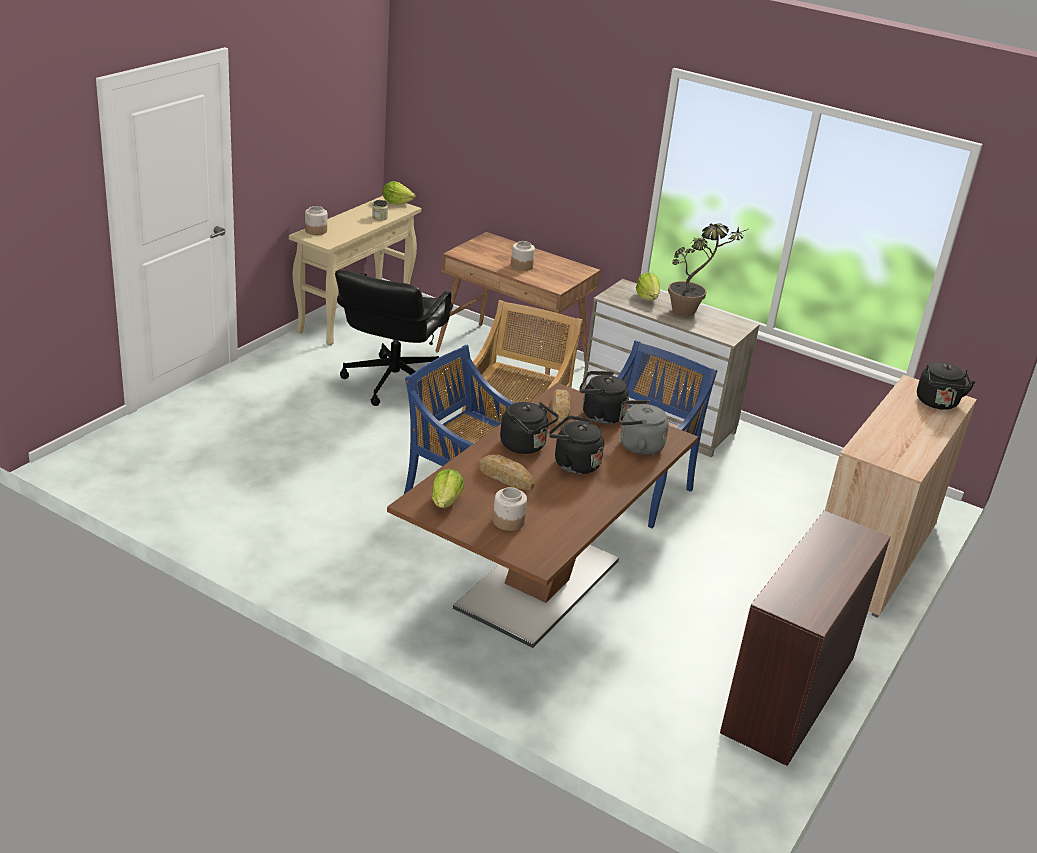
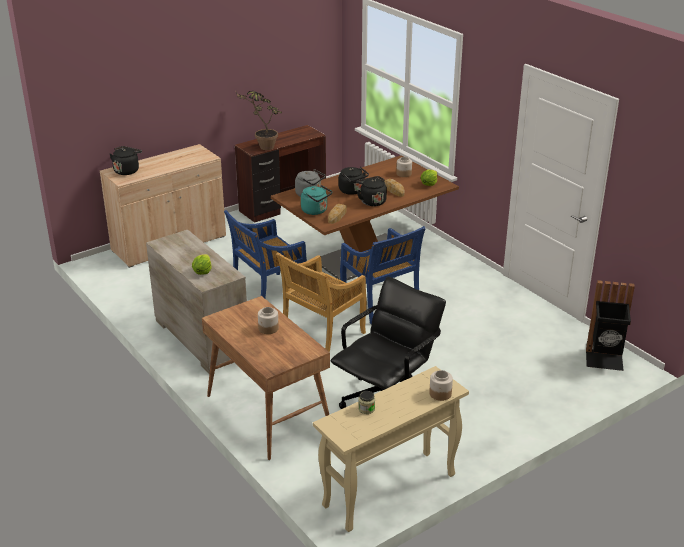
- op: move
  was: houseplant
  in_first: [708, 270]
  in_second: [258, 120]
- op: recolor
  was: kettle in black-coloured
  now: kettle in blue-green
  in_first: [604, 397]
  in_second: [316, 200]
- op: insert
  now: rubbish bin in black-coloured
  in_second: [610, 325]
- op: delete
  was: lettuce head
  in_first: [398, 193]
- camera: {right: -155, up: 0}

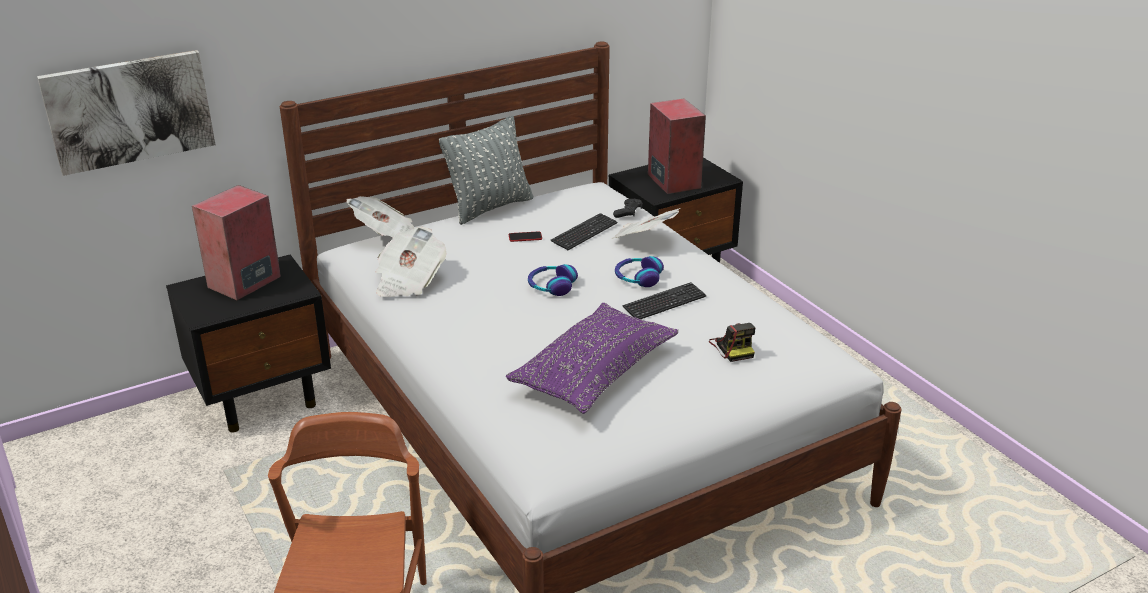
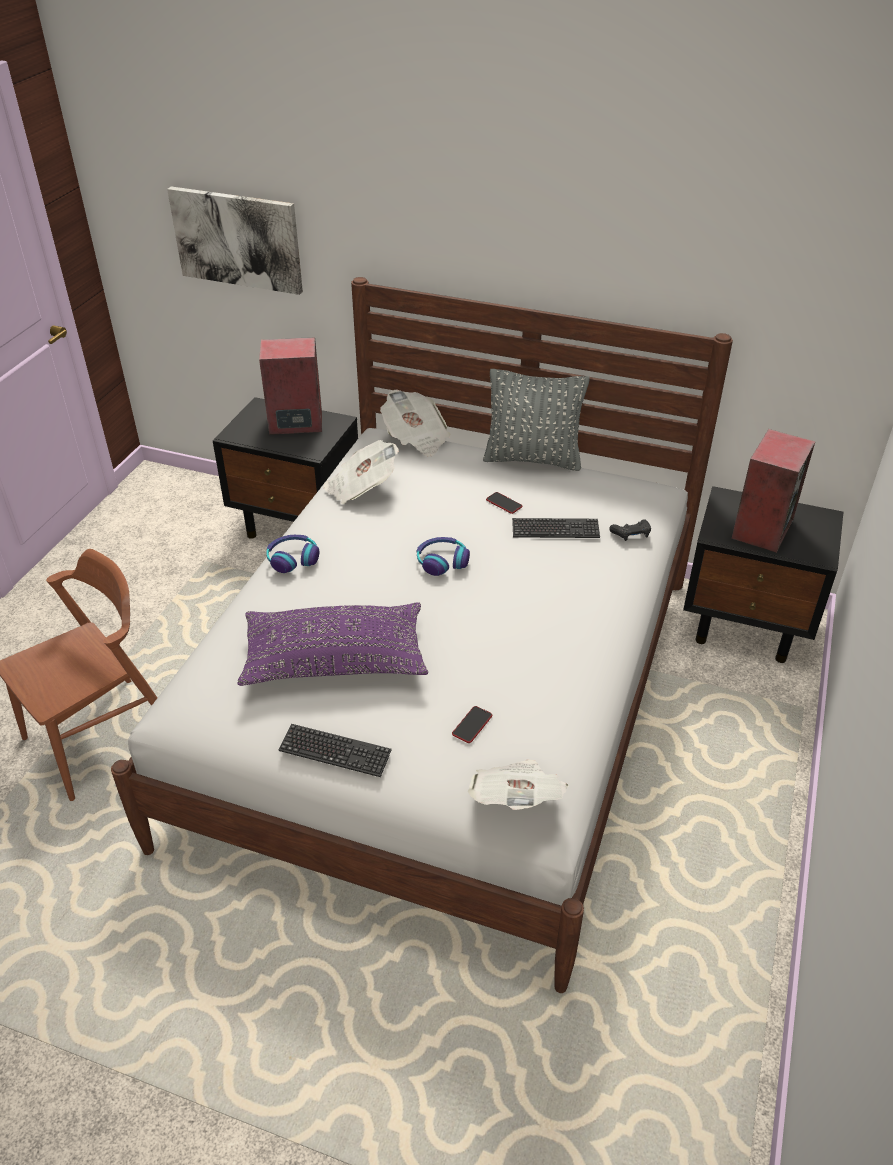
- op: move
  was: pair of headphones
  in_first: [639, 271]
  in_second: [292, 554]
- op: move
  was: PC keyboard
  in_first: [664, 300]
  in_second: [335, 750]
- op: replace
  was: still camera
  now: telephone
  in_first: [732, 342]
  in_second: [472, 724]
- op: move
  was: printed paper
  in_first: [645, 223]
  in_second: [518, 784]
- camera: {right: 50, up: 10}

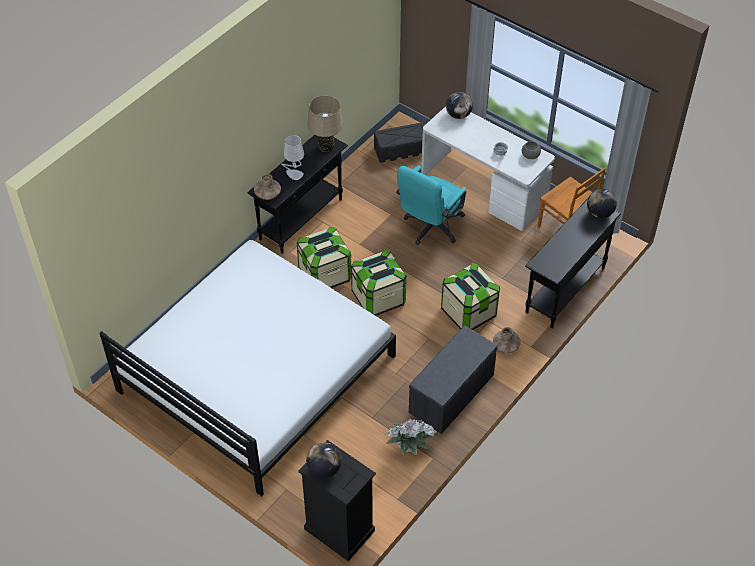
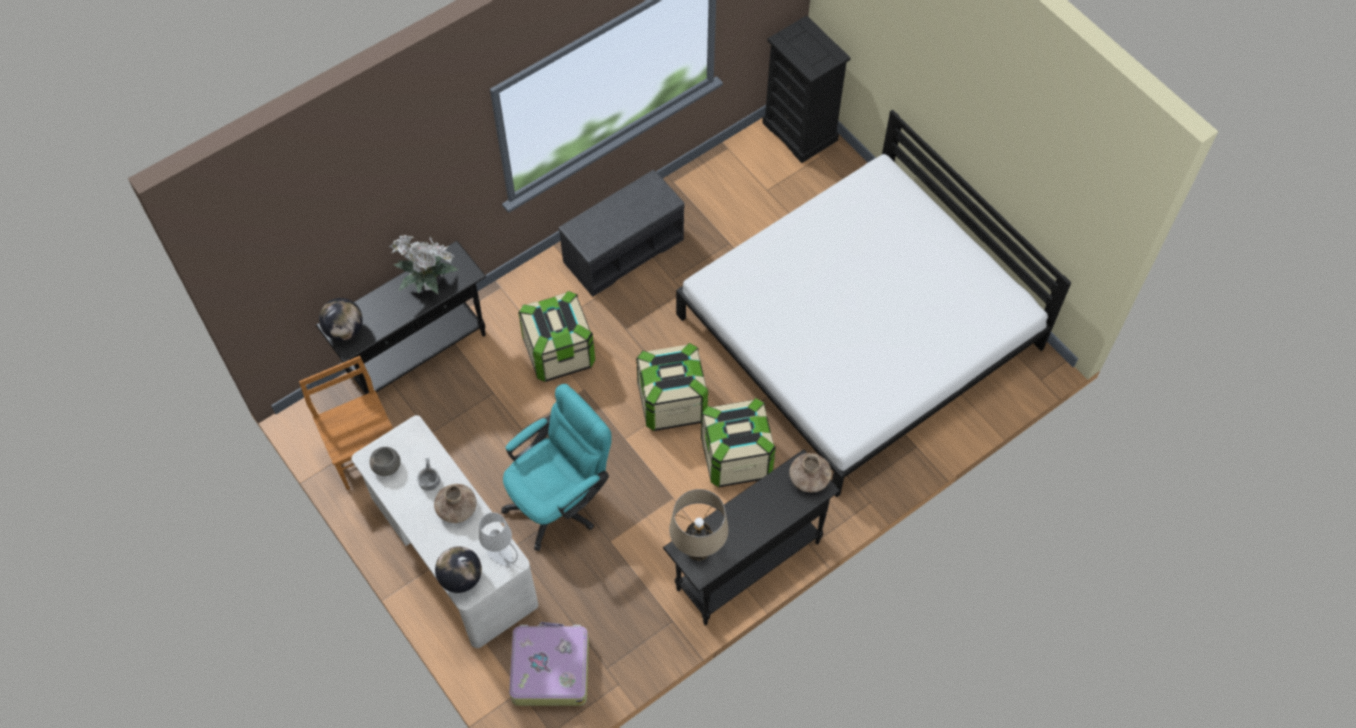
- op: move
  was: houseplant
  in_first: [411, 438]
  in_second: [424, 264]
- op: move
  was: flower vase in brownish
  in_first: [507, 340]
  in_second: [455, 503]
- op: move
  was: table lamp in greyish
  in_first: [292, 157]
  in_second: [498, 539]
- op: replace
  was: storage box in black-coloured
  now: travel case
  in_first: [399, 143]
  in_second: [549, 664]
- op: delete
  was: desk globe
  in_first: [324, 460]
- camera: {right: -165, up: 10}

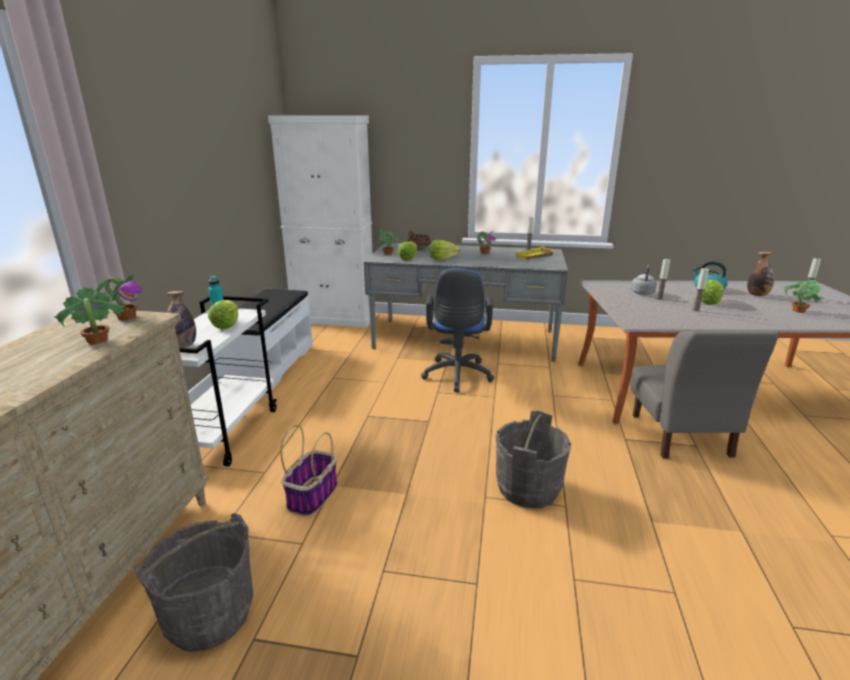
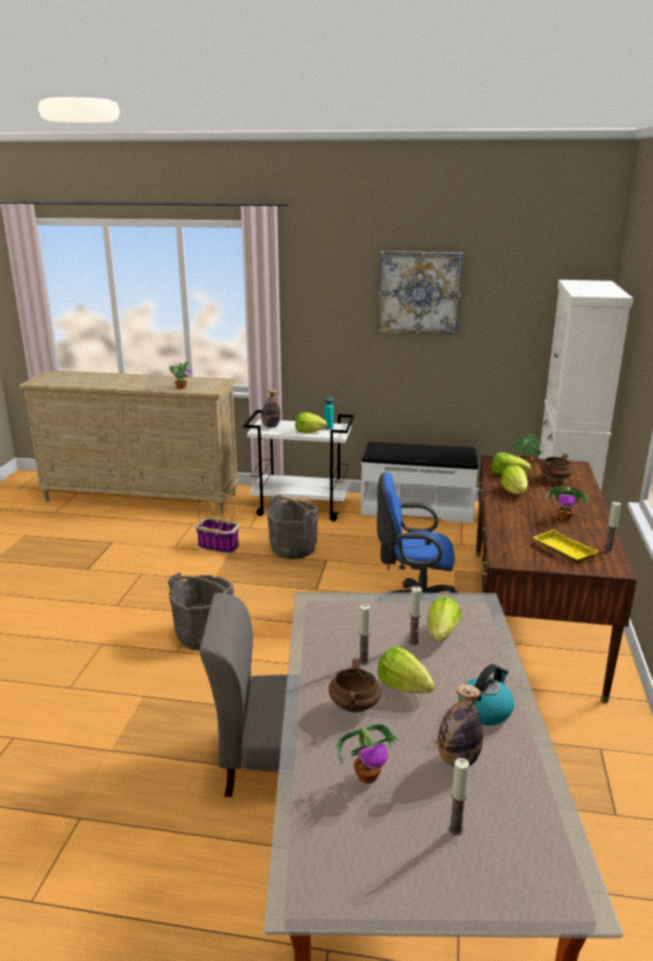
- op: move
  was: bucket in greyish
  in_first: [193, 582]
  in_second: [293, 527]
- op: insert
  now: saucepot in brownish
  in_second: [355, 685]
- op: insert
  now: wall art
  in_second: [420, 293]
- op: replace
  was: kettle in greyish
  now: lettuce head
  in_first: [644, 280]
  in_second: [444, 619]
- op: recolor
  was: desk in greyish
  now: desk in brownish
  in_first: [466, 302]
  in_second: [556, 579]
- op: delete
  was: houseplant
  in_first: [118, 296]
- camera: {right: 90, up: 0}

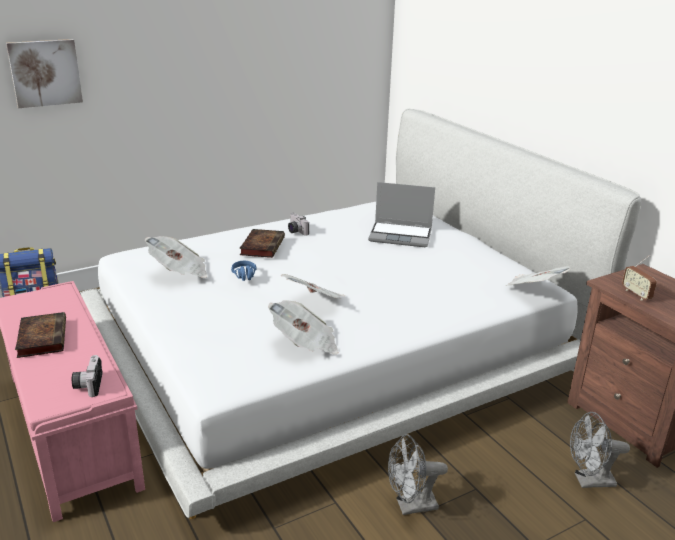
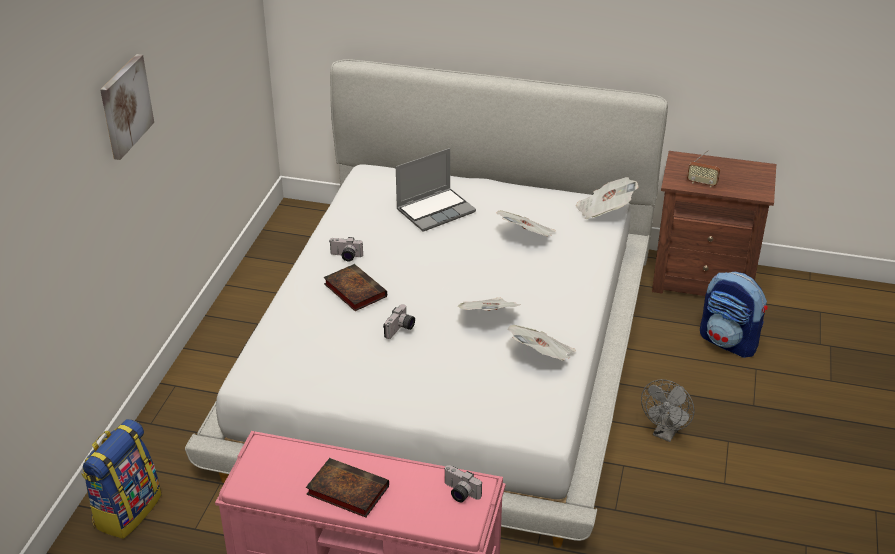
- op: move
  was: wall art
  in_first: [44, 73]
  in_second: [127, 107]
- op: replace
  was: pair of headphones in blue
  now: still camera
  in_first: [244, 271]
  in_second: [399, 321]
- op: move
  was: printed paper
  in_first: [176, 257]
  in_second: [526, 223]
- op: replace
  was: fan in greyish
  now: backpack
  in_first: [600, 450]
  in_second: [734, 315]
- camera: {right: -45, up: 10}

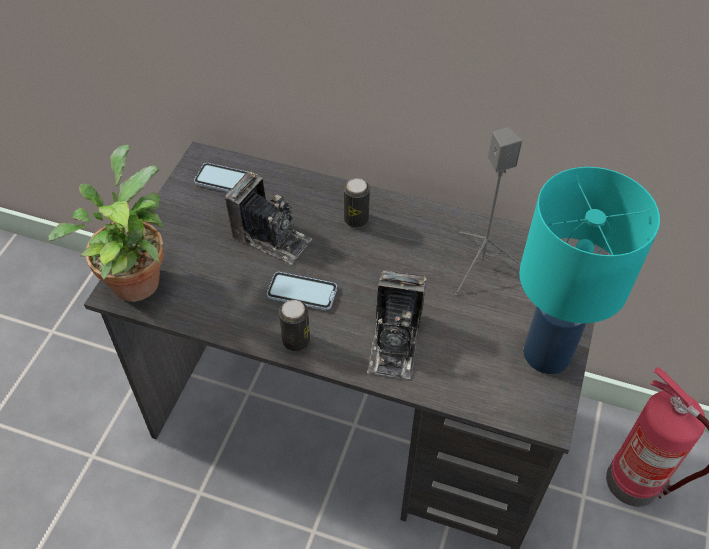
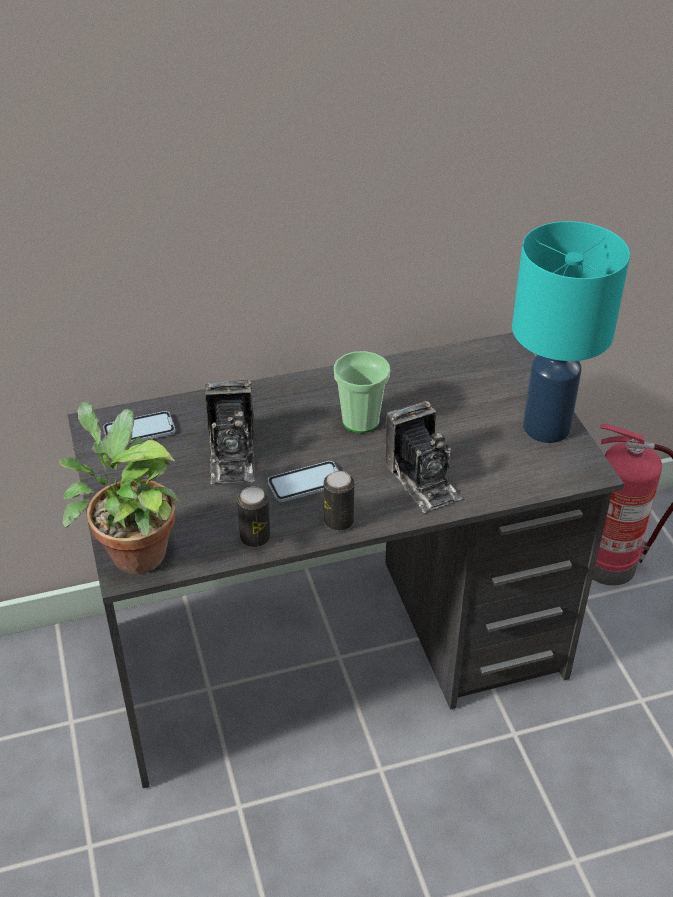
- op: rotate
  was: still camera
  in_first: [268, 218]
  in_second: [230, 432]
  clockwise: 90
- op: move
  was: sealed can
  in_first: [357, 203]
  in_second: [253, 517]
- op: insert
  now: cup
  in_second: [362, 392]
- op: delete
  was: speaker in greyish
  in_first: [488, 211]
- camera: {right: -35, up: -10}

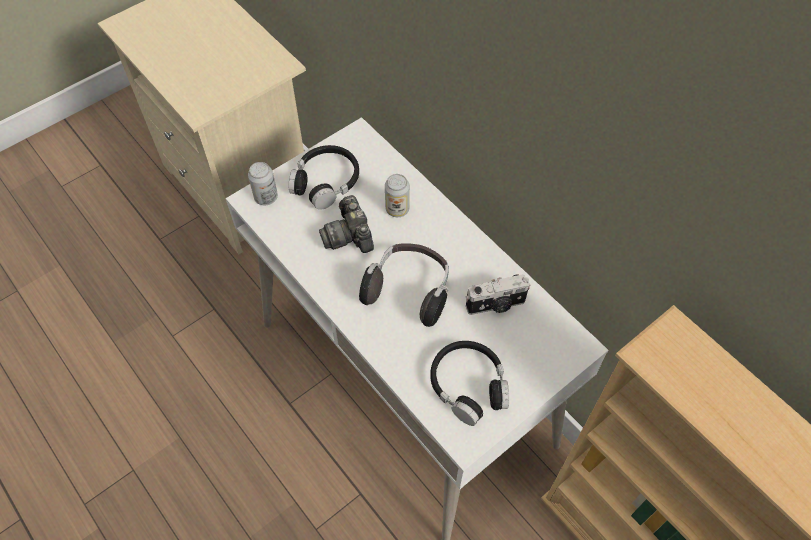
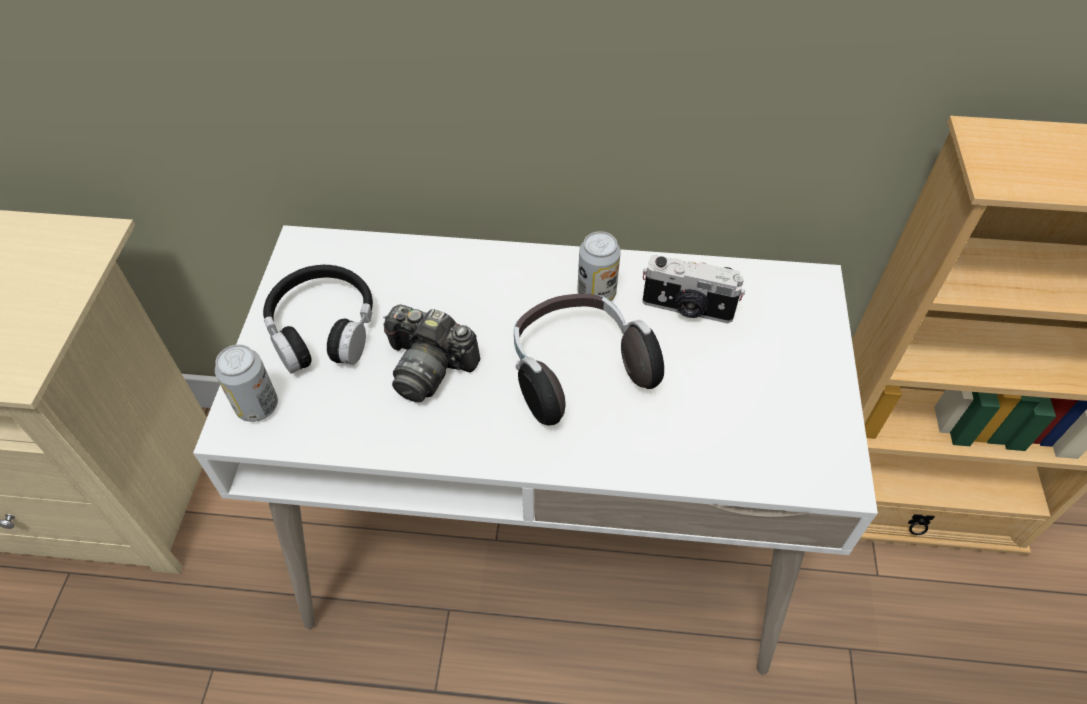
- op: move
  was: sealed can
  in_first: [397, 195]
  in_second: [599, 266]
- op: rotate
  was: still camera
  in_first: [498, 294]
  in_second: [693, 289]
  clockwise: 75
- op: delete
  was: pair of headphones in black-coloured
  in_first: [469, 383]
- camera: {right: -45, up: -5}

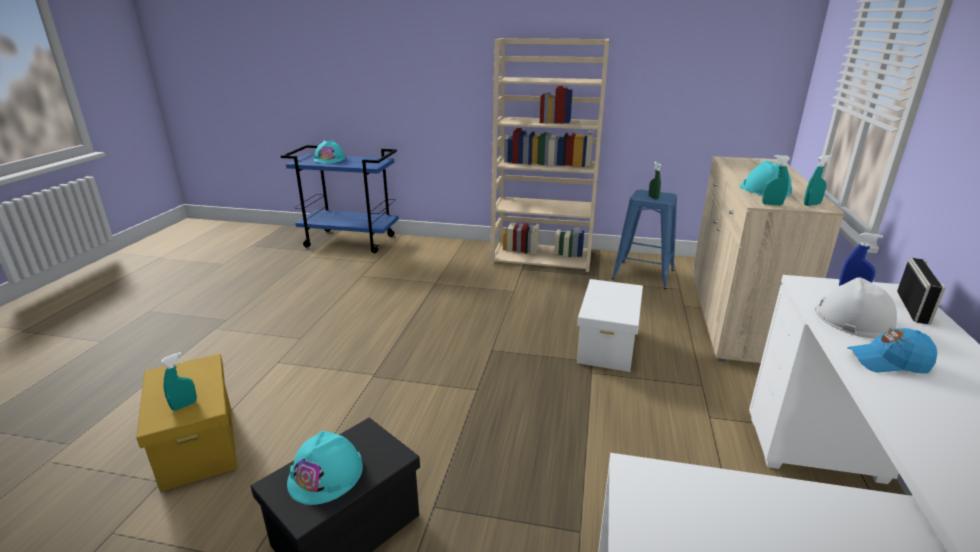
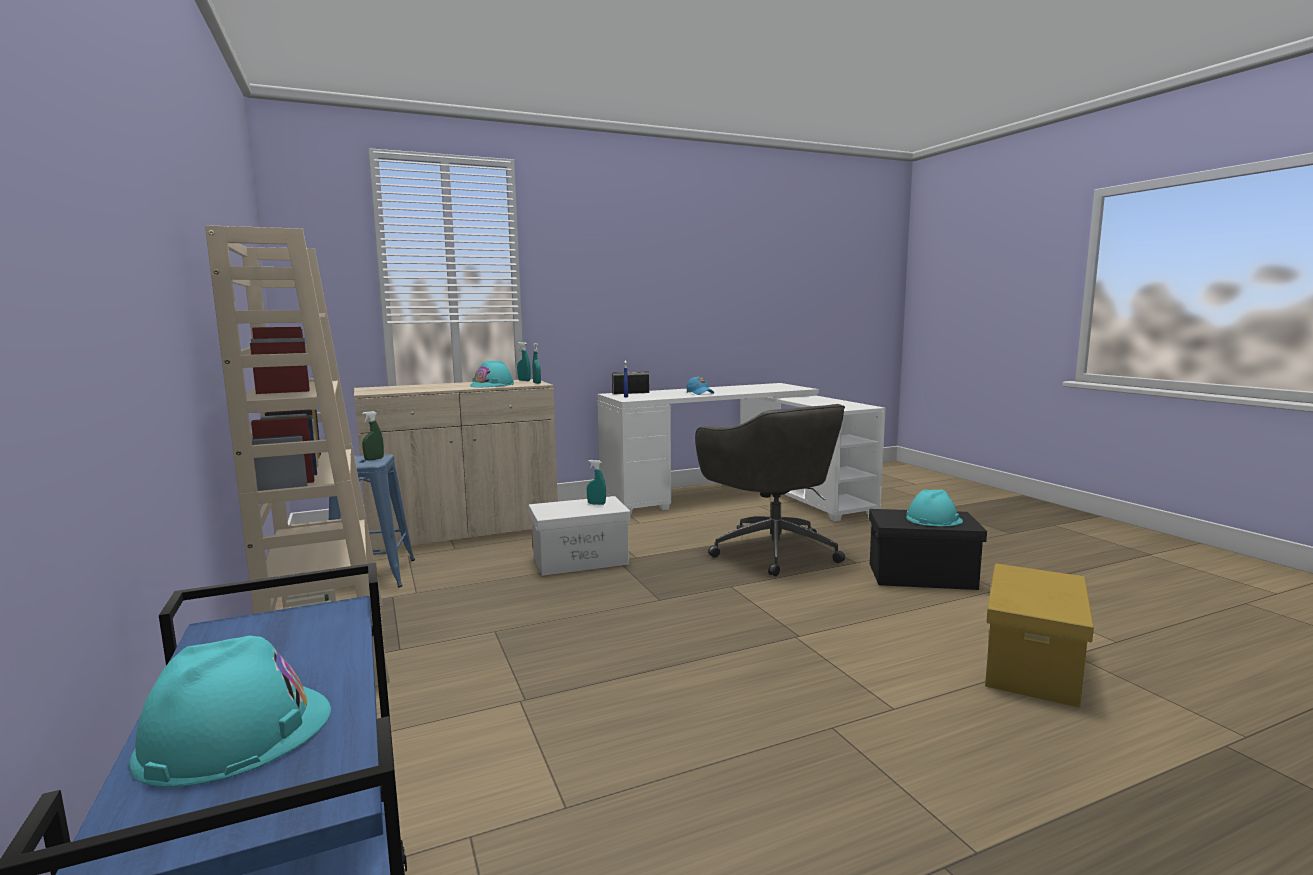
- op: move
  was: spray bottle in blue-green
  in_first: [179, 381]
  in_second: [596, 482]
- op: insert
  now: desk chair in greyish
  in_second: [770, 490]
- op: delete
  was: safety helmet in whitish
  in_first: [856, 307]
- camera: {right: -125, up: -15}

